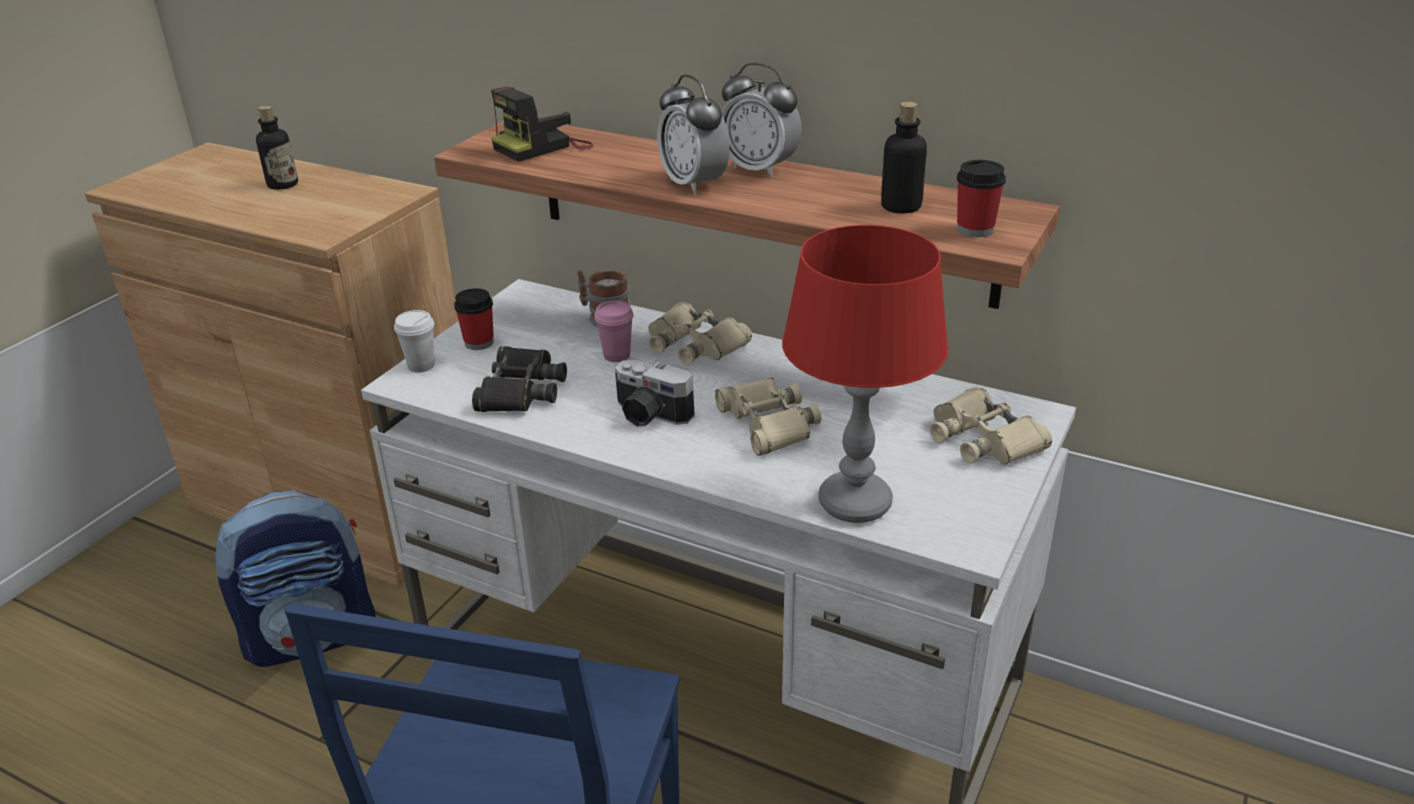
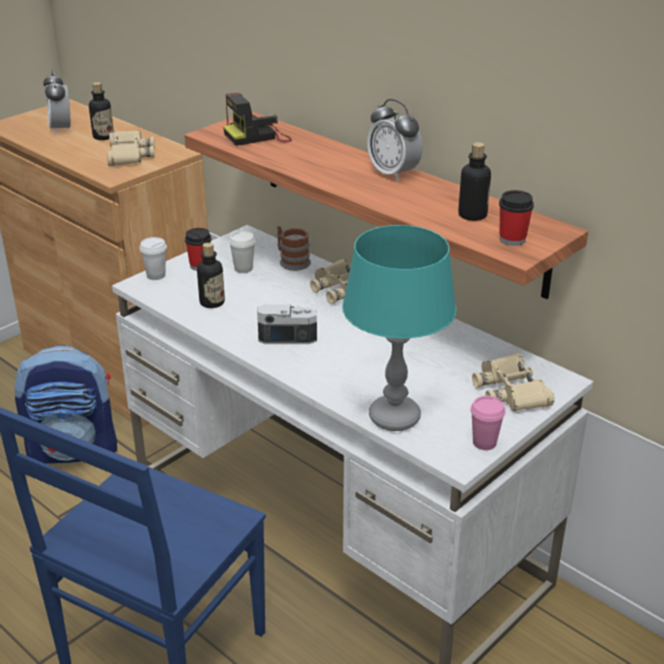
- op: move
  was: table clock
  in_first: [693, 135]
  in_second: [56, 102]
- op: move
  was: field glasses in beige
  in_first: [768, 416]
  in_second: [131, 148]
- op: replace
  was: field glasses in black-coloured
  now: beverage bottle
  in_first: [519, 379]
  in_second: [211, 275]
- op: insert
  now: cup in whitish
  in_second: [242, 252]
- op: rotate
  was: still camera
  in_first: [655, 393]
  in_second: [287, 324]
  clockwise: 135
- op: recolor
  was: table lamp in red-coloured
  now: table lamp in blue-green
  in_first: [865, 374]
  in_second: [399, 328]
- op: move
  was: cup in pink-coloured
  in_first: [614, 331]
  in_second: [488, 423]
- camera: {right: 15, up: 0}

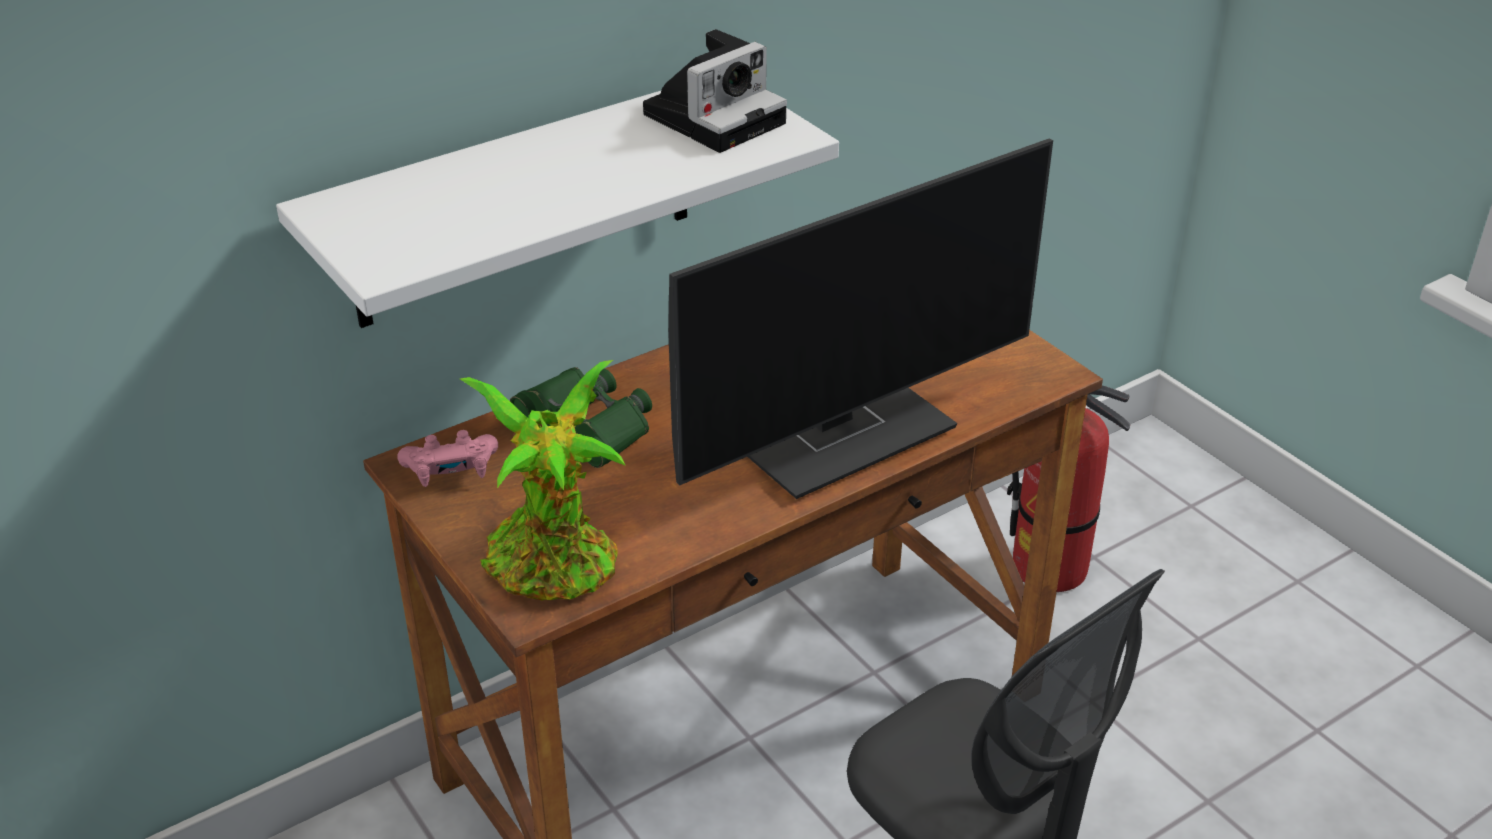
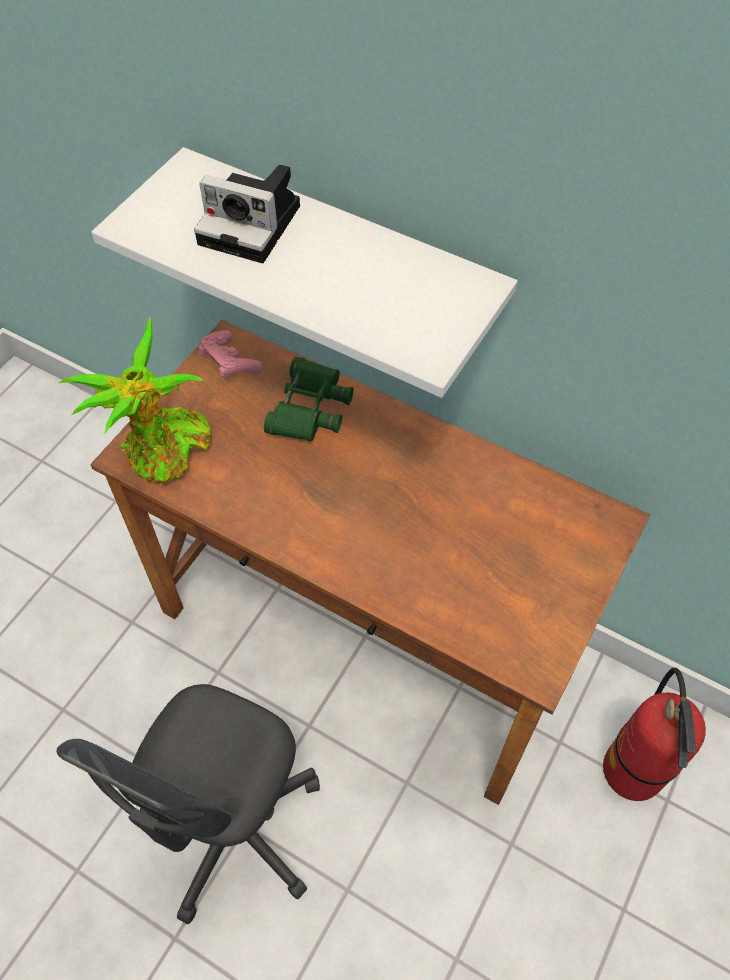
- op: move
  was: still camera
  in_first: [715, 91]
  in_second: [247, 213]
- op: delete
  was: computer display
  in_first: [860, 318]
- camera: {right: 65, up: 20}

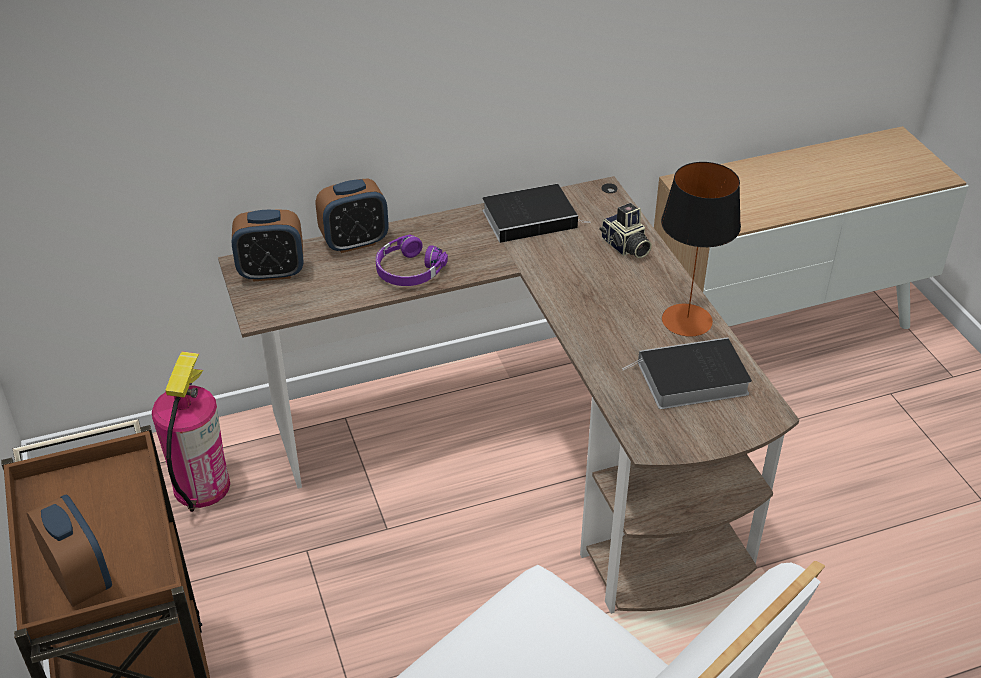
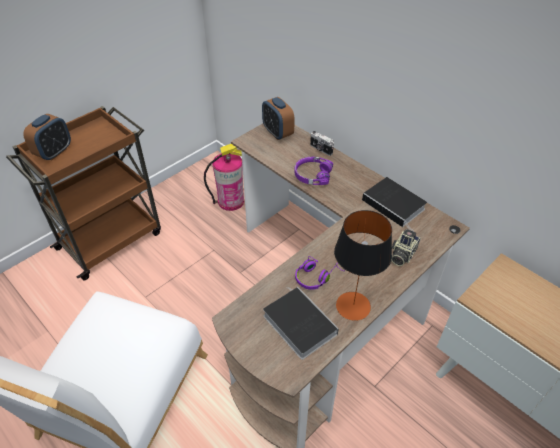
- op: insert
  now: pair of headphones in purple
  in_second: [320, 273]
- op: replace
  was: table clock
  now: still camera
  in_first: [352, 215]
  in_second: [322, 143]
- camera: {right: 65, up: 5}

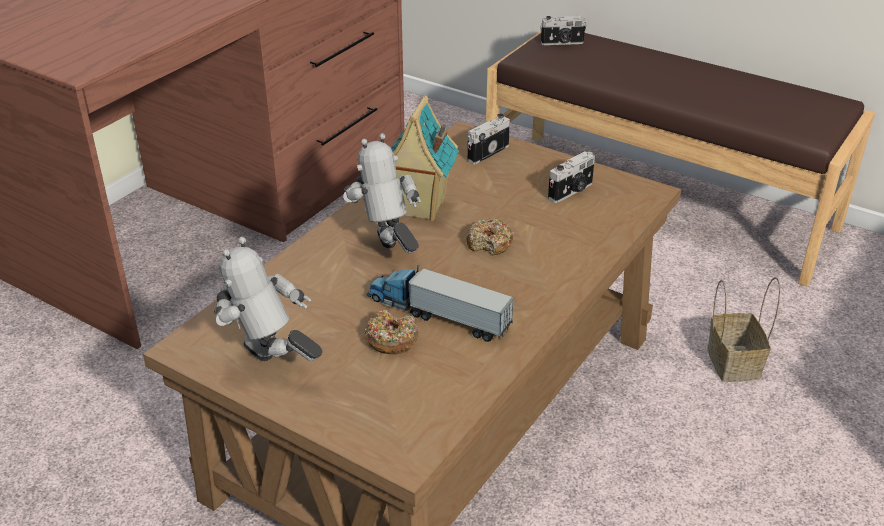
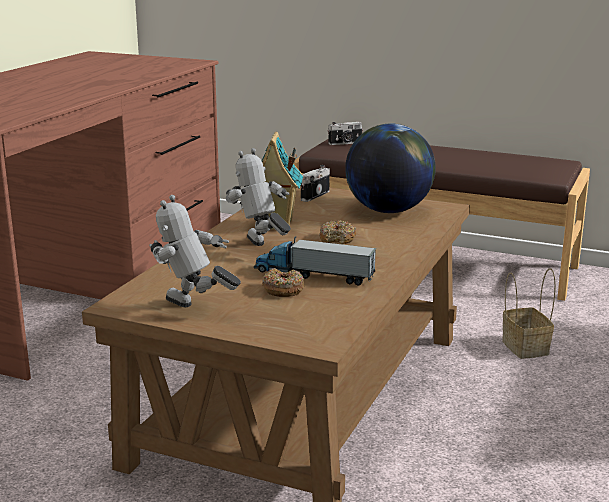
- op: replace
  was: still camera
  now: desk globe
  in_first: [571, 177]
  in_second: [390, 168]
- camera: {right: -10, up: -15}

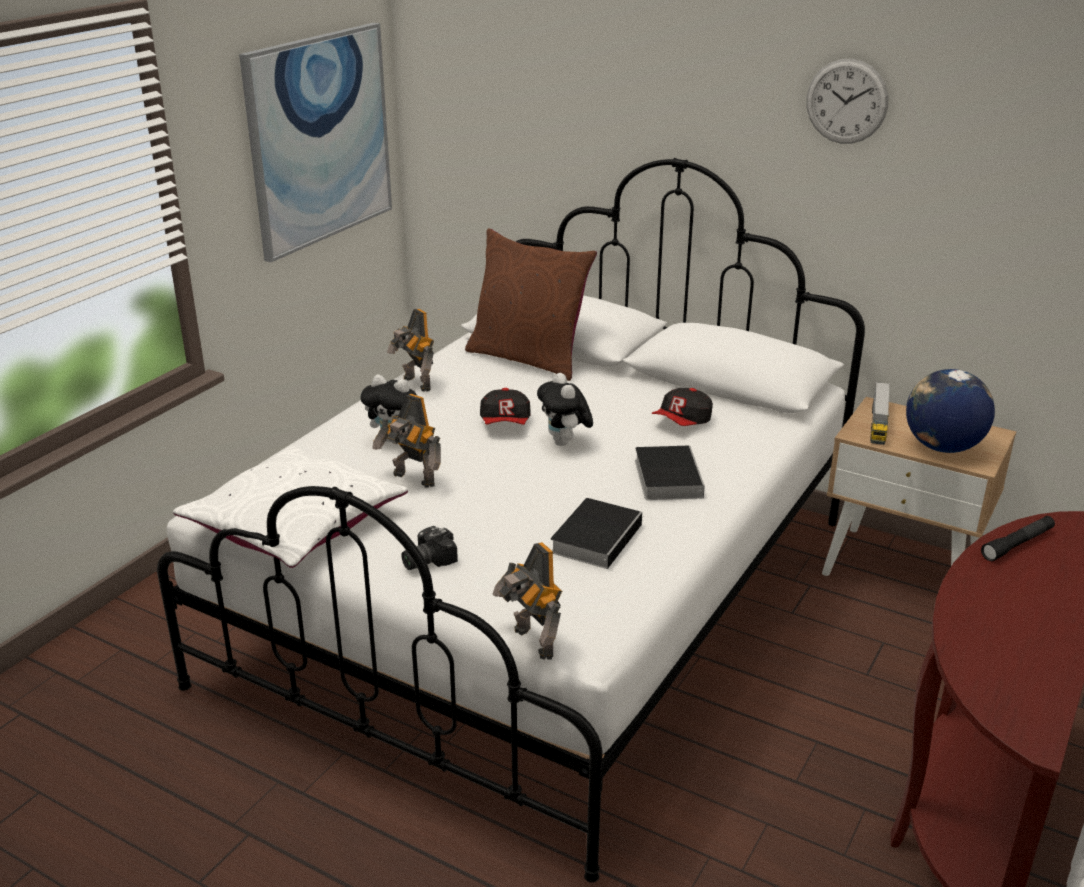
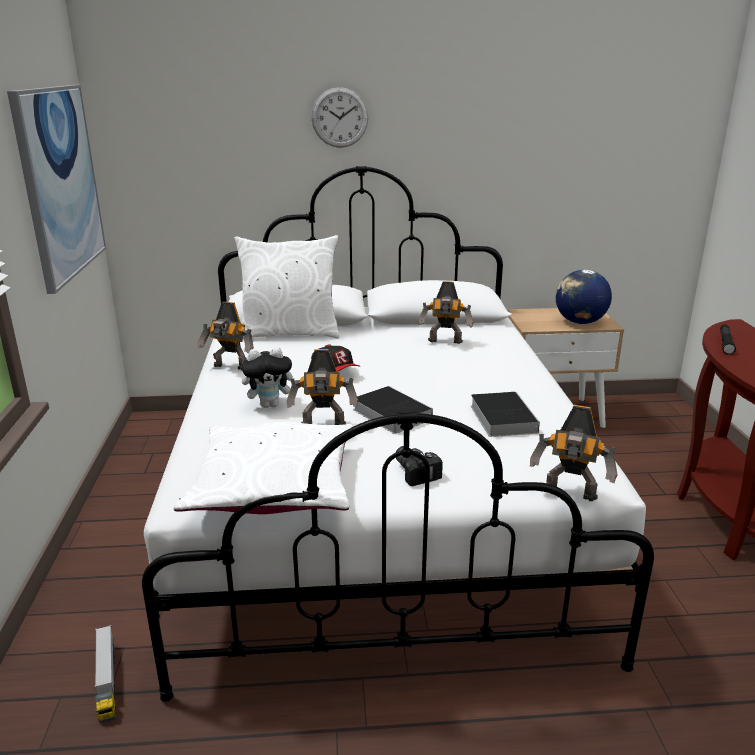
- op: move
  was: toy lorry
  in_first: [880, 413]
  in_second: [105, 674]
- op: recolor
  was: cushion in brownish
  now: cushion in whitish
  in_first: [531, 304]
  in_second: [287, 287]
- op: move
  was: hanging clock
  in_first: [847, 101]
  in_second: [340, 117]
- op: move
  was: book
  in_first: [670, 473]
  in_second: [393, 410]
- op: rotate
  was: still camera
  in_first: [429, 548]
  in_second: [419, 466]
  clockwise: 135
- op: replace
  was: peaked cap
  now: model robot
  in_first: [682, 407]
  in_second: [446, 312]
- op: delete
  was: soft toy
  in_first: [565, 409]
- camera: {right: -35, up: -5}

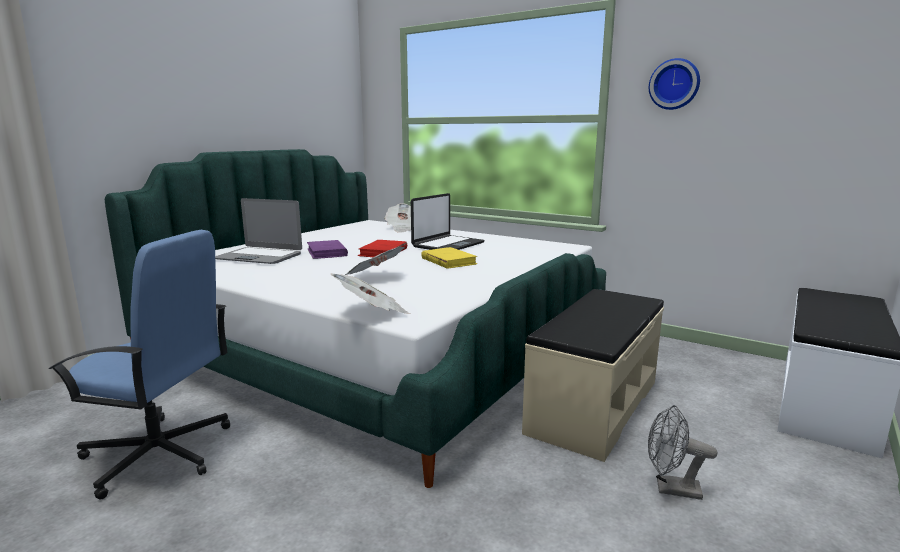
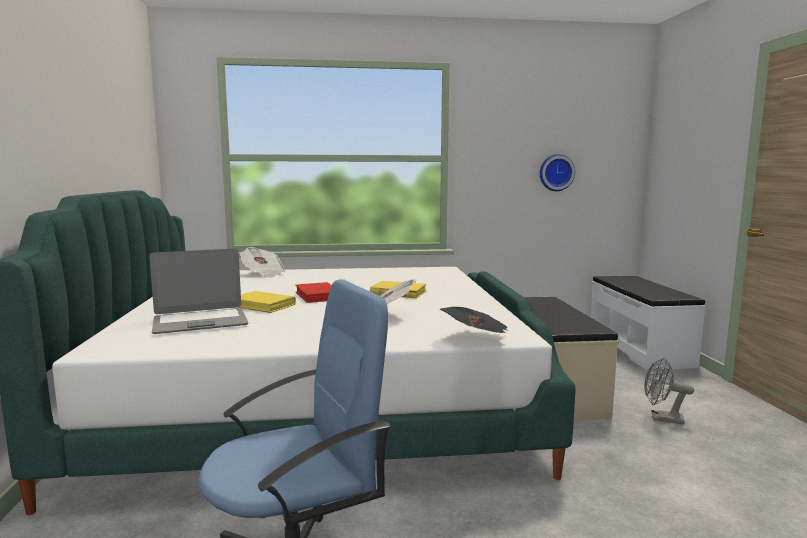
- op: recolor
  was: book in purple
  now: book in yellowish
  in_first: [327, 249]
  in_second: [266, 302]
- op: move
  was: hanging clock
  in_first: [674, 84]
  in_second: [557, 172]
- op: rotate
  was: fan in greyish
  in_first: [682, 452]
  in_second: [669, 391]
  clockwise: 45
- op: delete
  was: portable computer
  in_first: [448, 221]
- camera: {right: -40, up: -5}

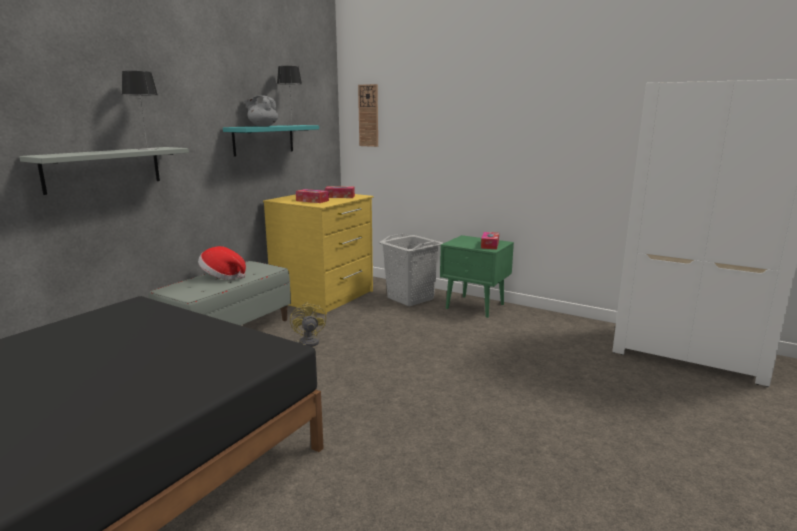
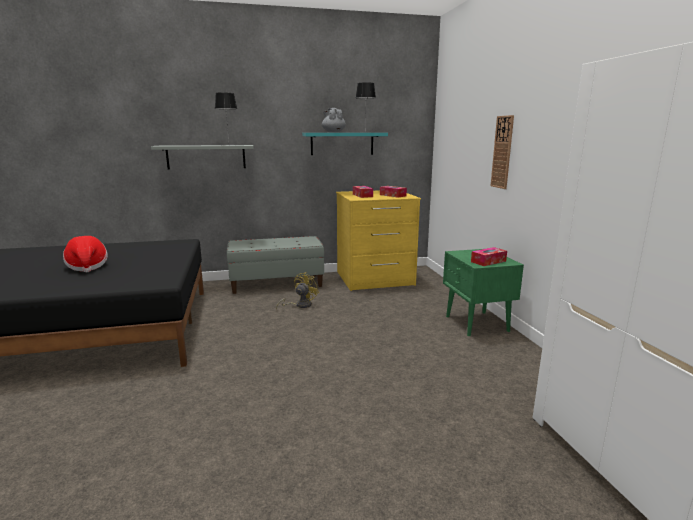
- op: move
  was: clothing hat
  in_first: [222, 263]
  in_second: [85, 254]
- op: move
  was: hanging clock
  in_first: [368, 115]
  in_second: [502, 152]
- op: delete
  was: laundry basket in greyish
  in_first: [411, 269]
- camera: {right: 45, up: 0}

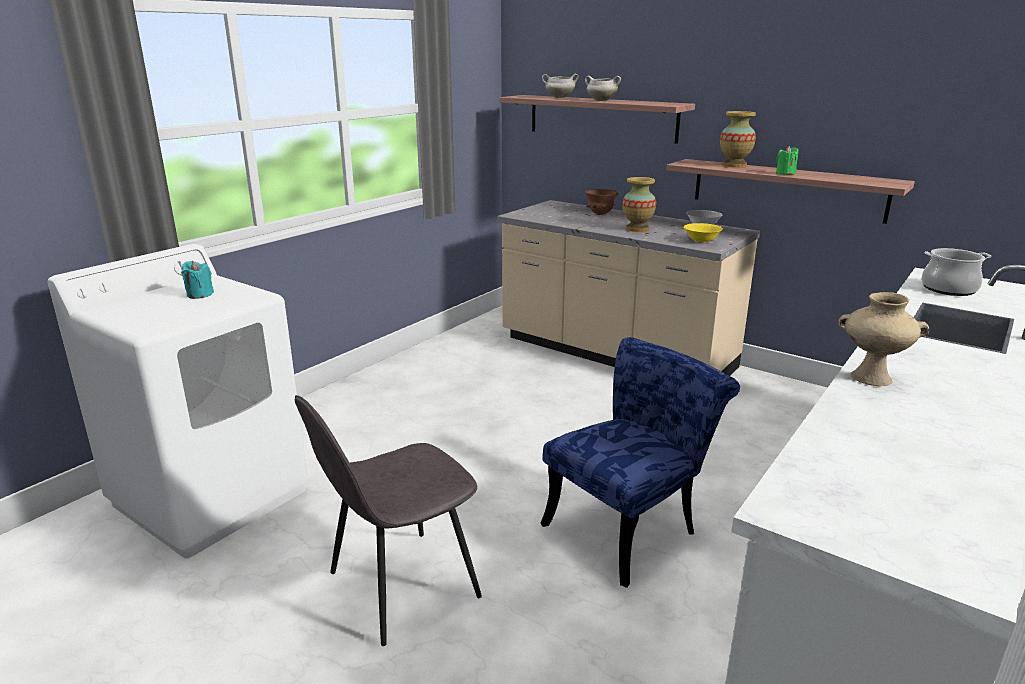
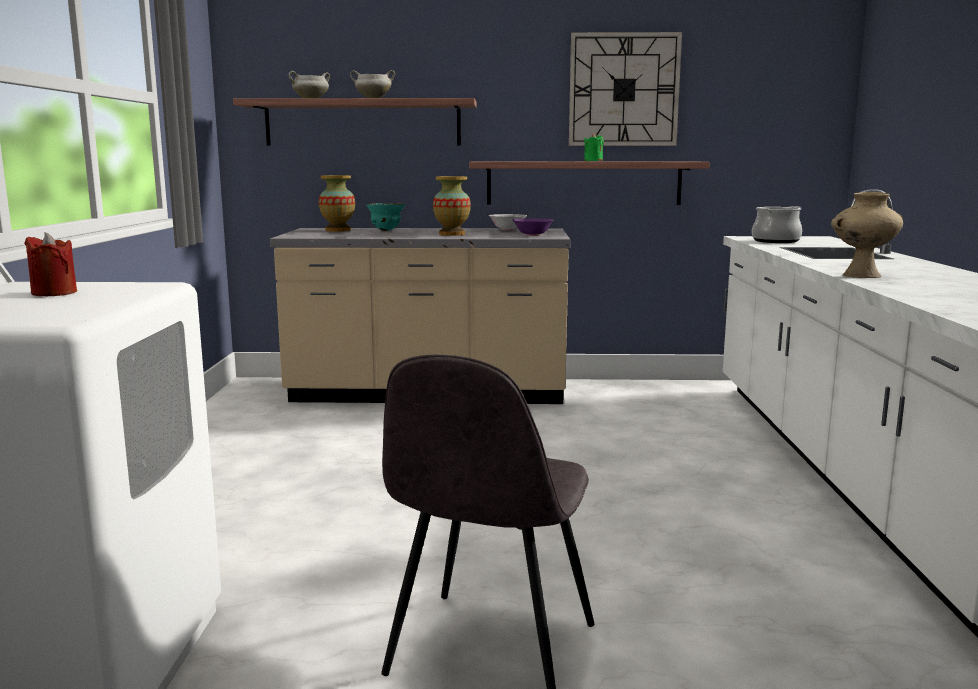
- op: recolor
  was: candle in blue-green
  now: candle in red-coloured
  in_first: [197, 280]
  in_second: [50, 264]
- op: move
  was: flower vase
  in_first: [738, 139]
  in_second: [337, 203]
- op: recolor
  was: bowl in brownish
  now: bowl in blue-green
  in_first: [602, 202]
  in_second: [386, 217]
- op: recolor
  was: bowl in yellowish
  now: bowl in purple
  in_first: [703, 233]
  in_second: [533, 227]
- op: insert
  now: hanging clock
  in_second: [625, 89]
- op: delete
  was: upright chair in blue
  in_first: [640, 462]
- camera: {right: -35, up: -10}

